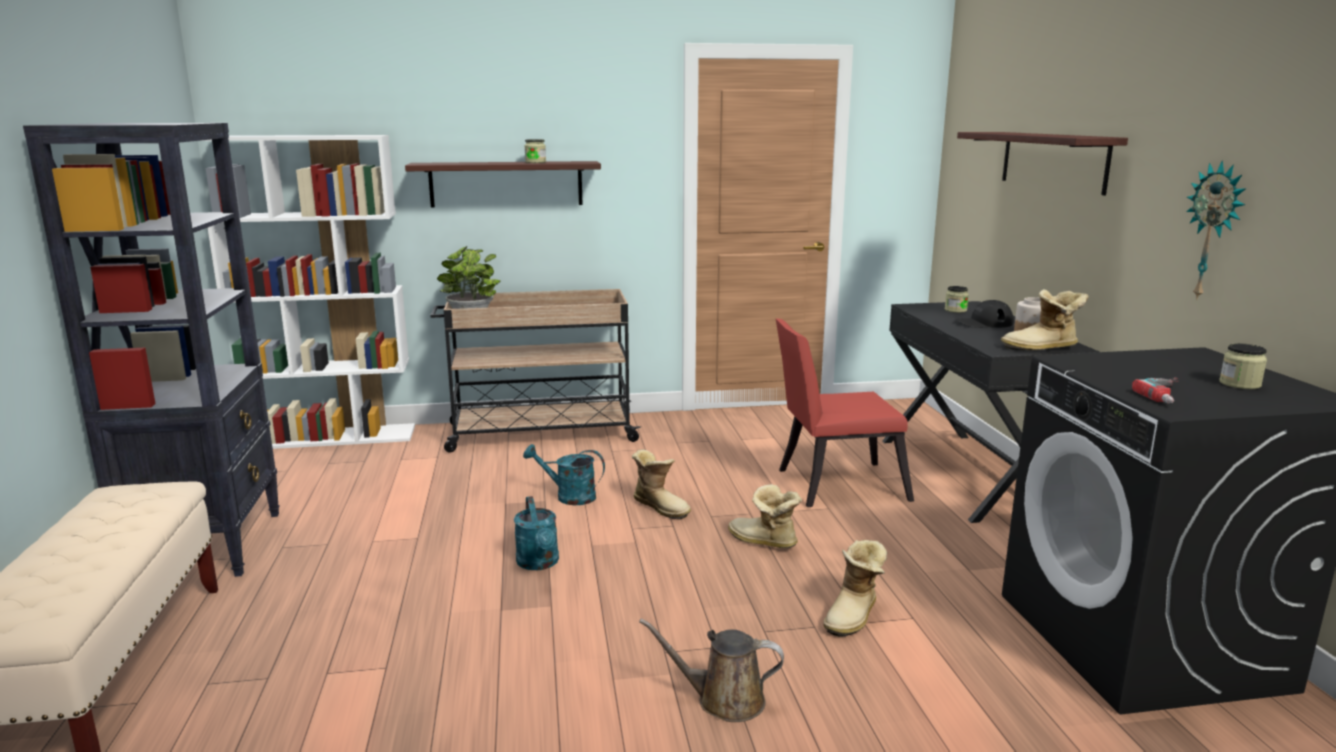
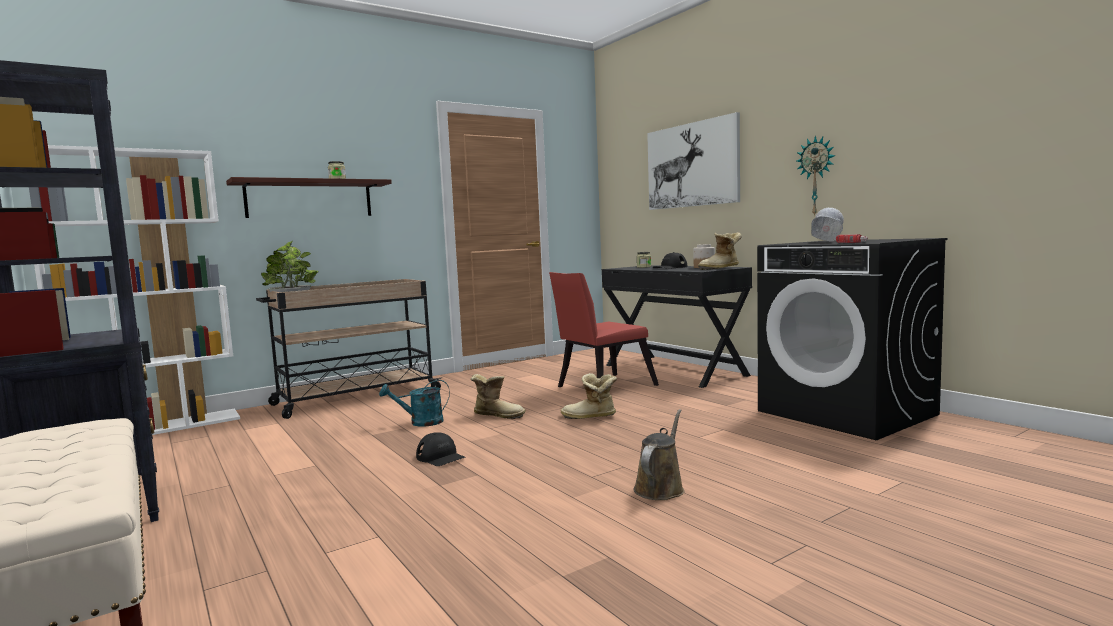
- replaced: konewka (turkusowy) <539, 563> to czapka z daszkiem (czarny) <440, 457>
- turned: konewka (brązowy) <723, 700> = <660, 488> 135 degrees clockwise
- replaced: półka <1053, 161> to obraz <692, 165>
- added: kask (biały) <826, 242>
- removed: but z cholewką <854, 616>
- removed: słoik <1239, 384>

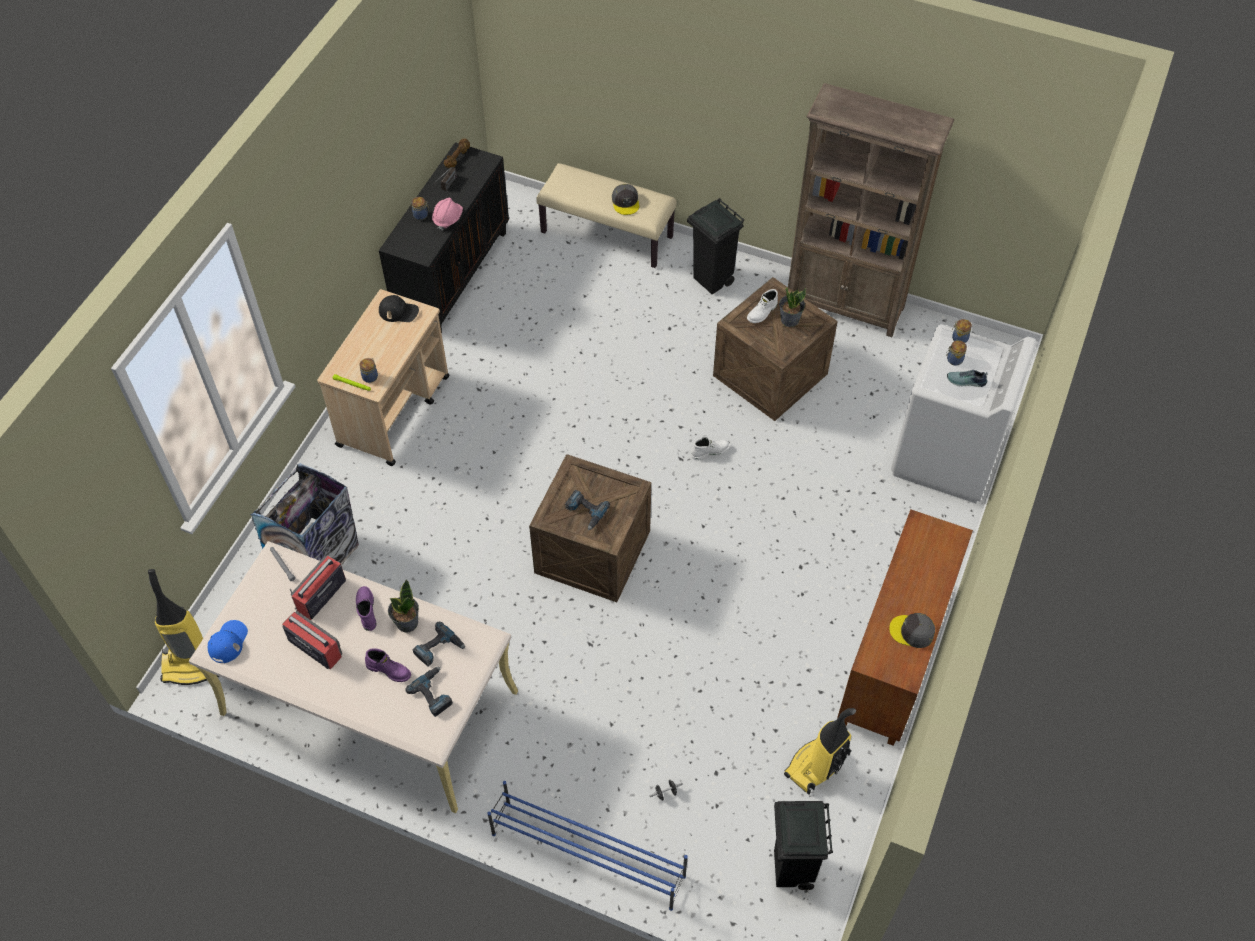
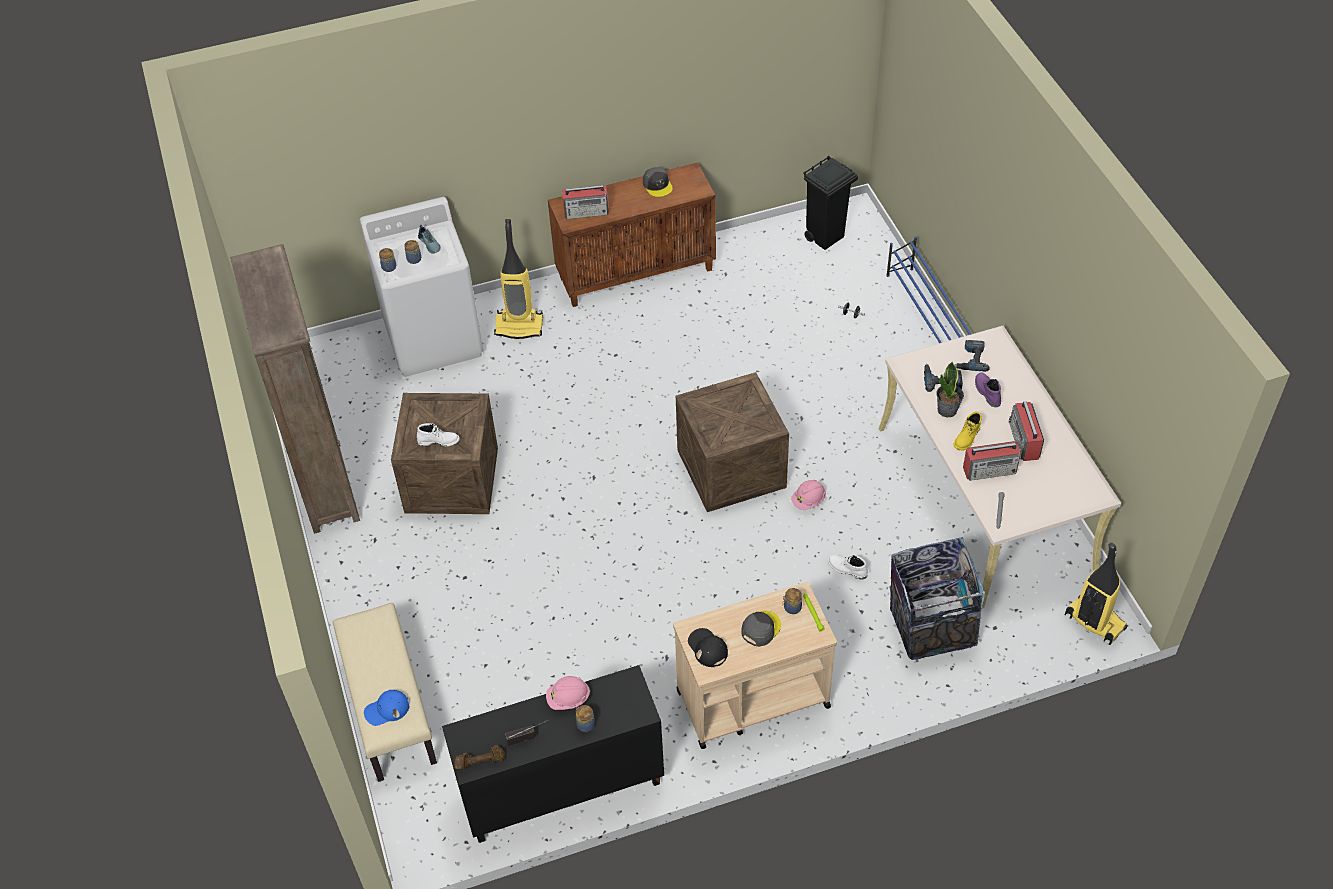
- moved: czapka z daszkiem (niebieski) <228, 642> to <387, 709>
- moved: odkurzacz <815, 767> to <520, 326>
- added: radio <587, 212>
- moved: czapka z daszkiem (szary) <625, 202> to <760, 629>
- added: kask (różowy) <808, 501>
- moved: but z cholewką (biały) <710, 451> to <847, 569>
- recoloured: but z cholewką (fioletowy) <366, 610> to but z cholewką (żółty) <967, 438>
- removed: wiertarka <585, 512>
- removed: kosz na śmieci (czarny) <712, 280>
- removed: roślina doniczkowa <789, 319>

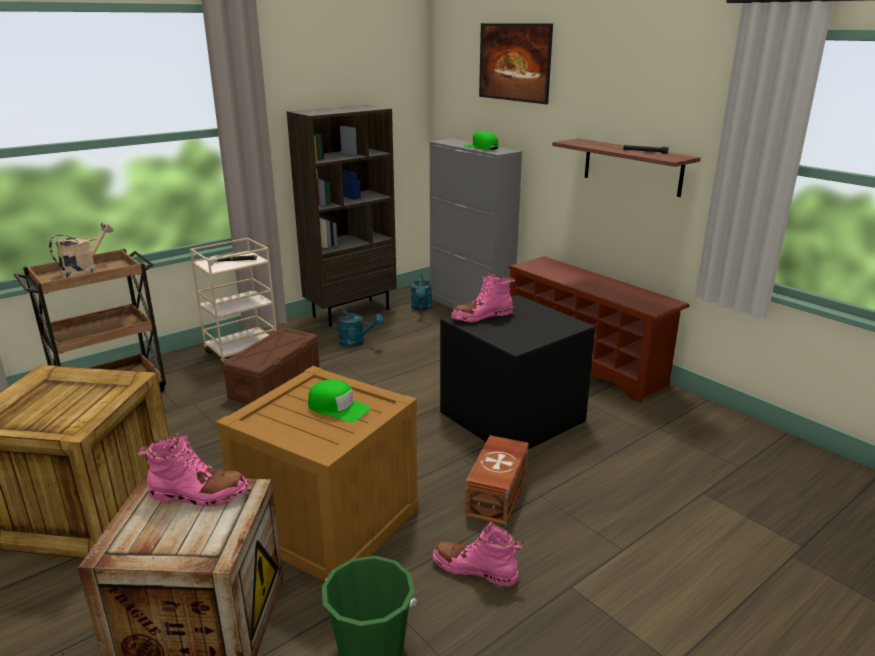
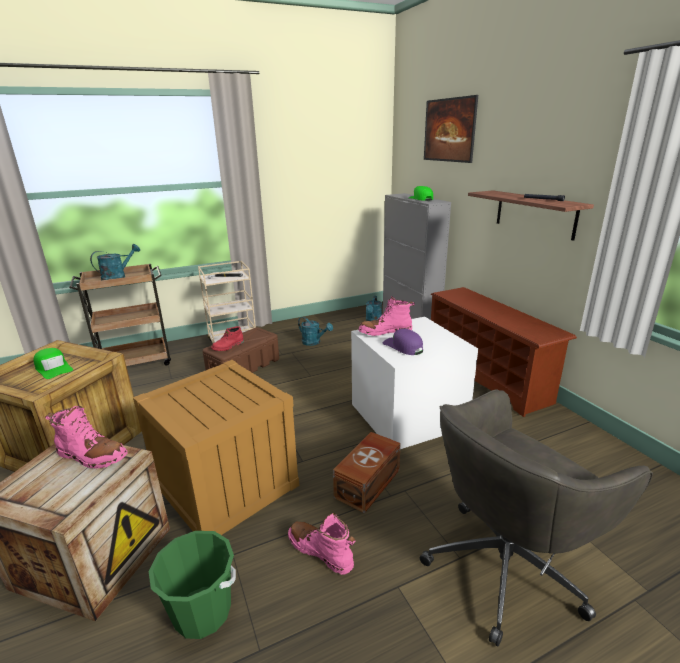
- moved: czapka z daszkiem (zielony) <337, 408> to <53, 368>
- recoloured: konewka (beżowy) <84, 271> to konewka (turkusowy) <118, 277>
- added: but z cholewką (czerwony) <228, 346>
- recoloured: pojemnik do przechowywania (czarny) <512, 417> to pojemnik do przechowywania (biały) <407, 416>
- added: czapka z daszkiem (fioletowy) <403, 347>
- added: krzesło biurowe (szary) <507, 565>
- removed: regał (brązowy) <351, 312>

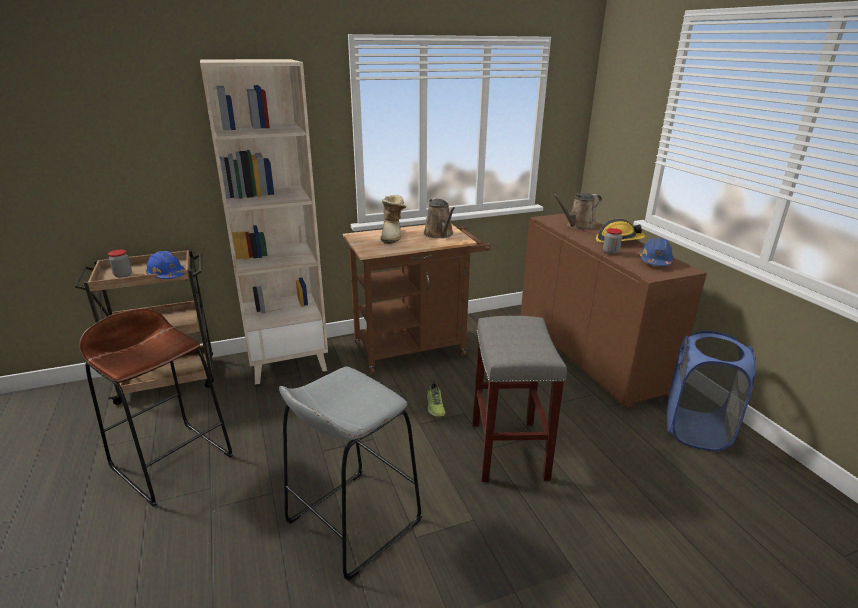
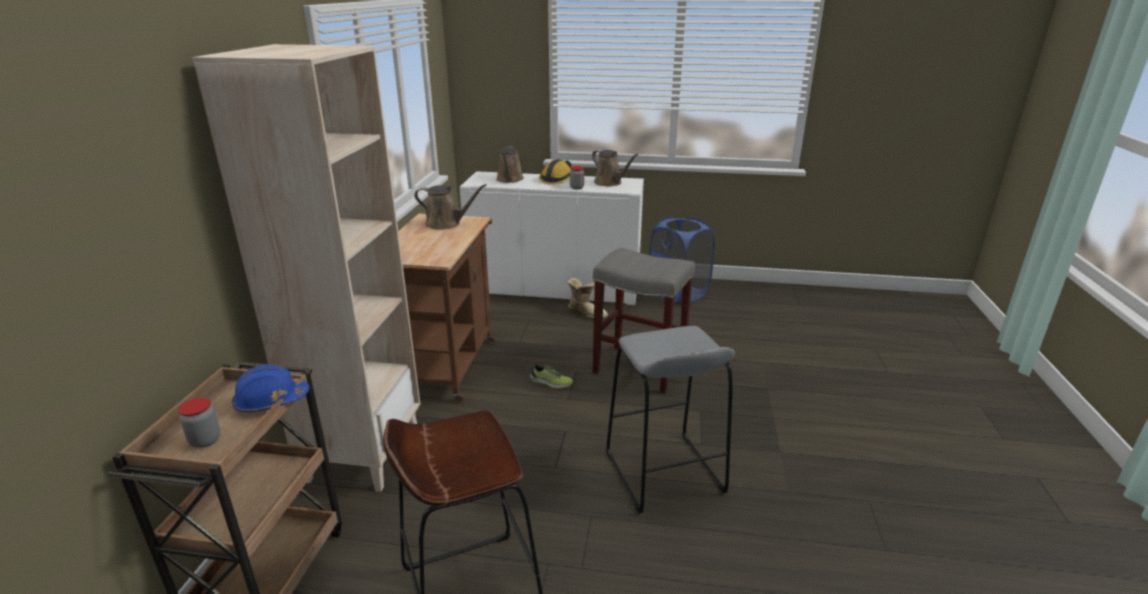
- recoloured: szafka (brązowy) <588, 352> to szafka (biały) <555, 288>
- moved: but z cholewką <393, 236> to <587, 313>
- replaced: kask (niebieski) <655, 261> to konewka (brązowy) <610, 183>

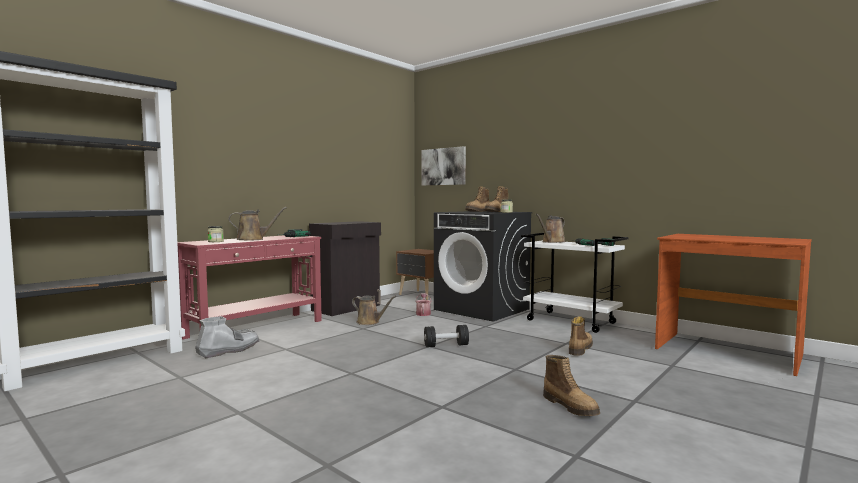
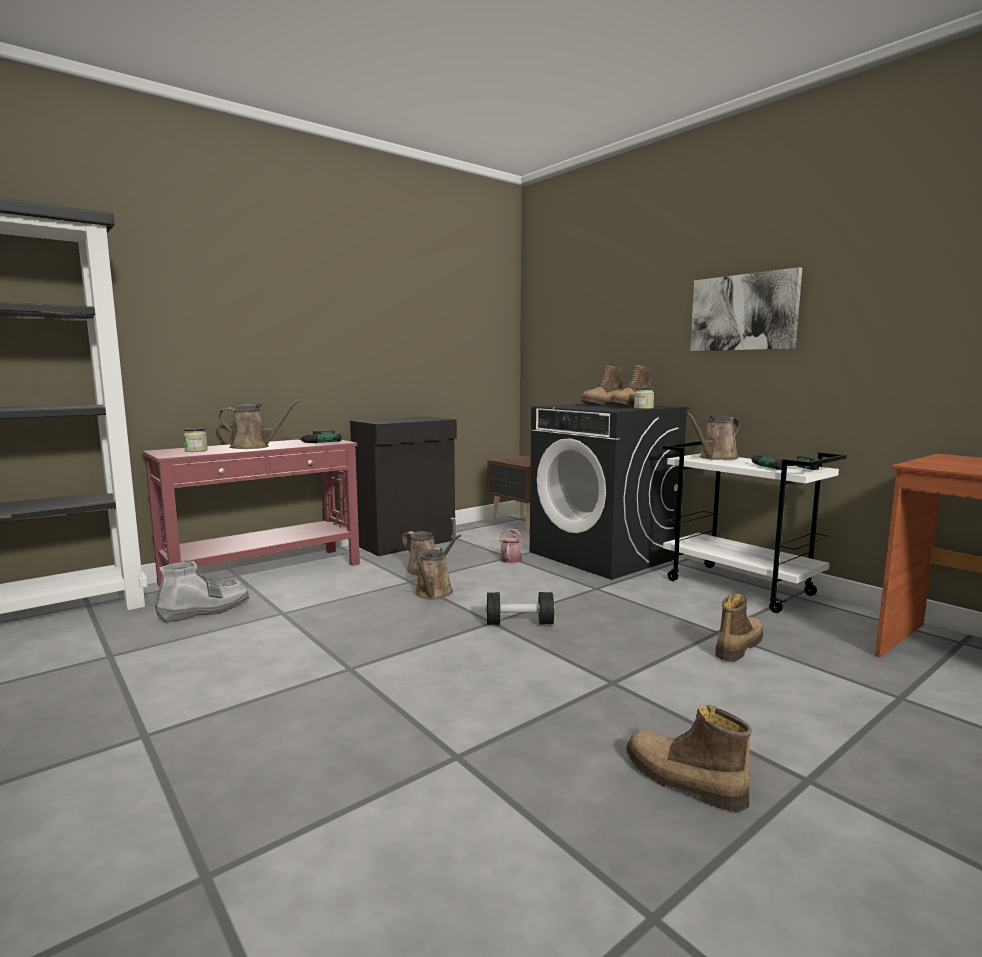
- added: konewka (brązowy) <432, 594>
- turned: but z cholewką <571, 406> = <682, 781> 150 degrees clockwise
- moved: obraz <443, 166> to <743, 312>

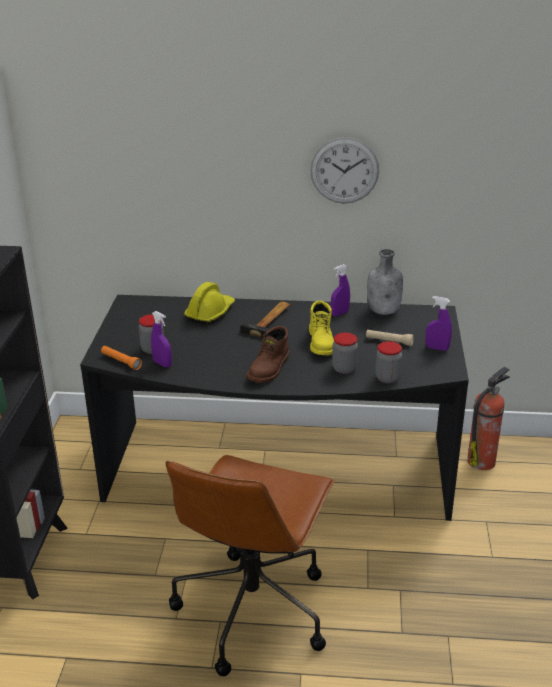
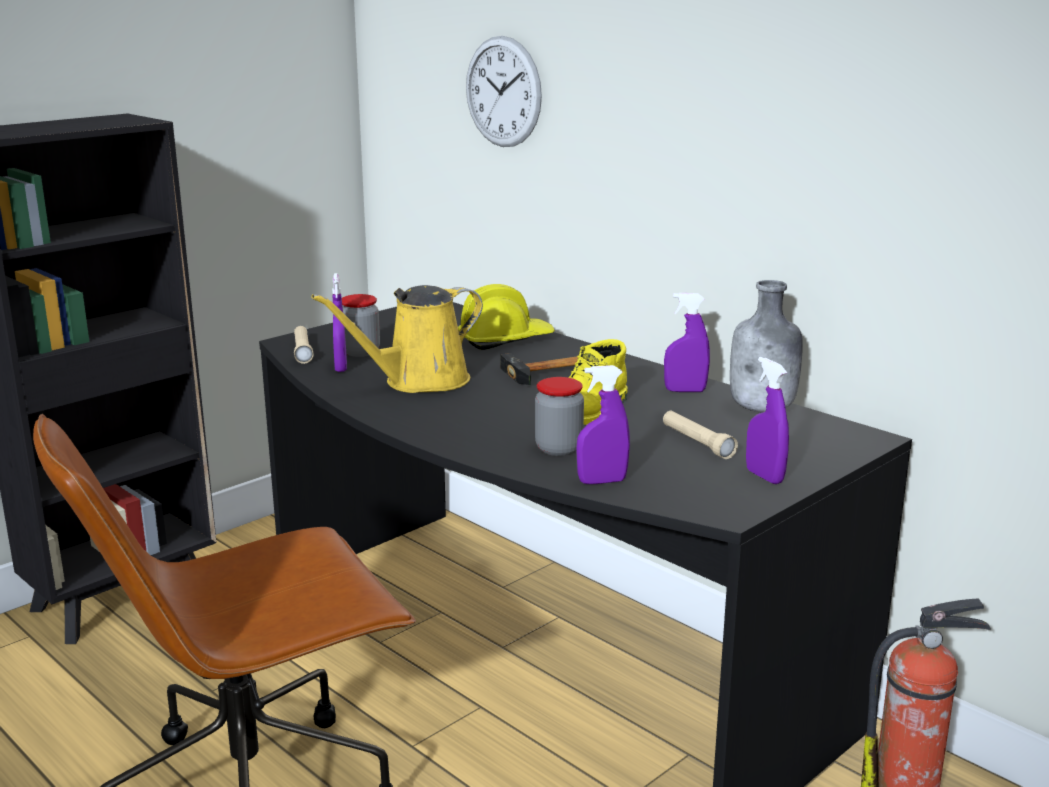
- recoloured: latarka (pomarańczowy) <121, 361> to latarka (beżowy) <302, 351>
- added: konewka (żółty) <419, 382>
- moved: zegar ścienny <344, 170> to <503, 92>
- replaced: słoik <387, 378> to spryskiwacz (fioletowy) <602, 481>
- removed: but z cholewką (brązowy) <269, 369>

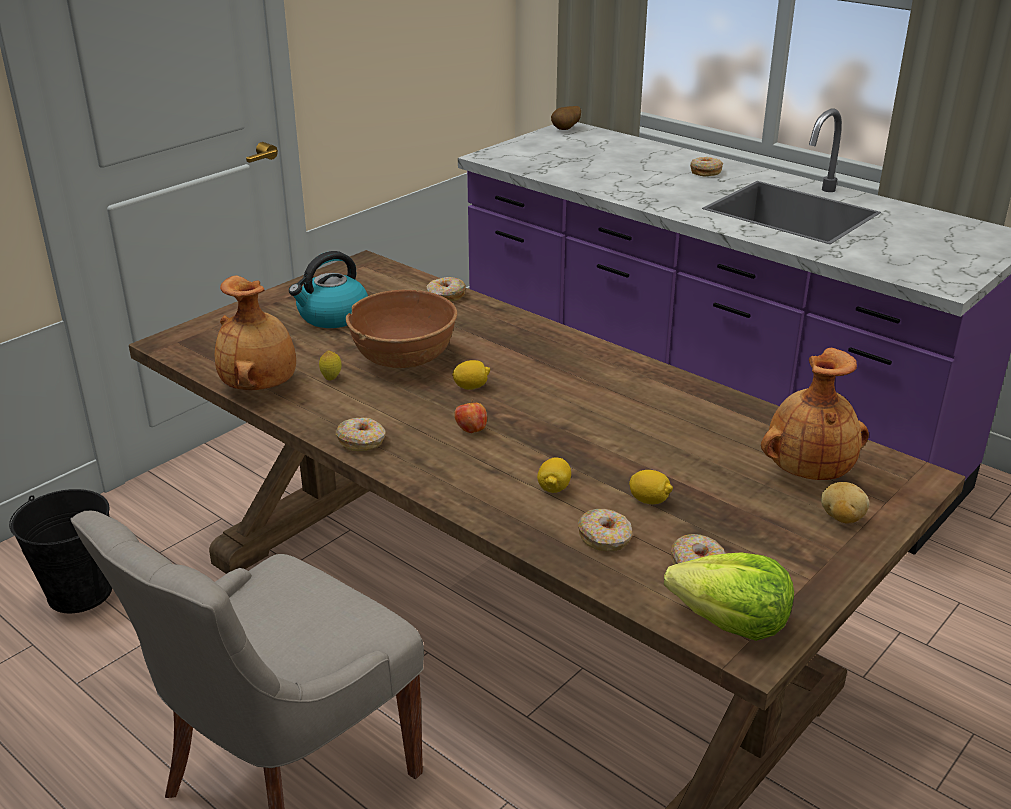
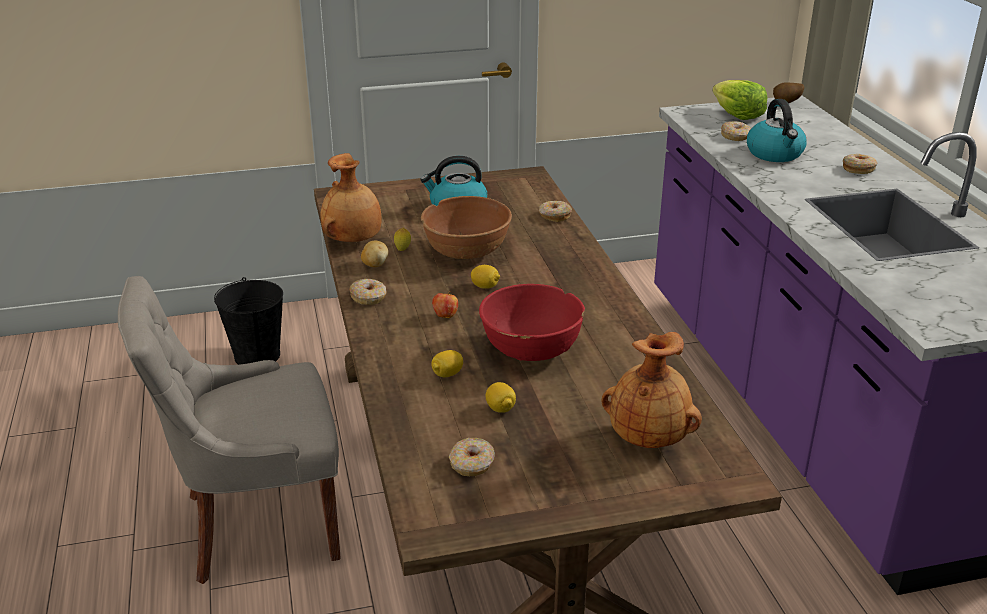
- moved: ziemniak <841, 518> to <375, 265>
- added: miska (czerwony) <531, 349>
- moved: sałata <731, 622> to <737, 115>
- moved: donut <605, 538> to <735, 136>
- added: czajnik <775, 154>

